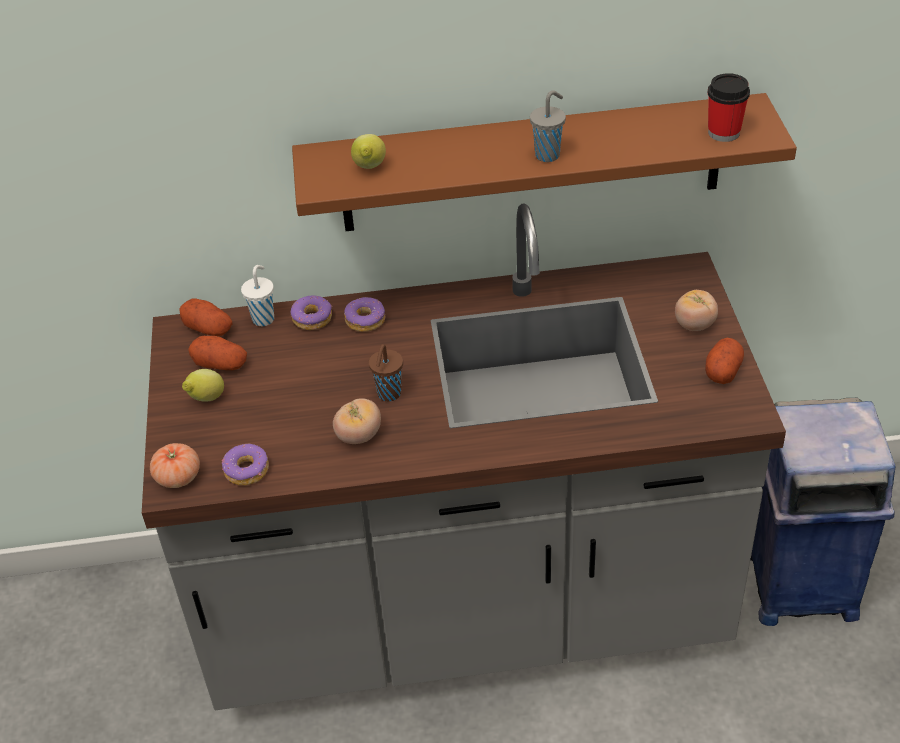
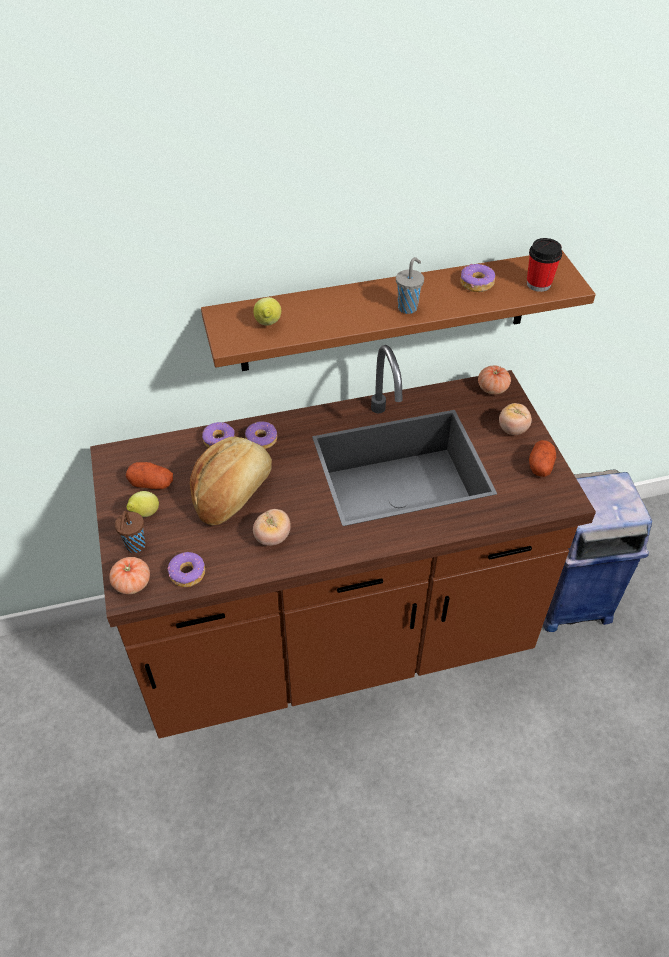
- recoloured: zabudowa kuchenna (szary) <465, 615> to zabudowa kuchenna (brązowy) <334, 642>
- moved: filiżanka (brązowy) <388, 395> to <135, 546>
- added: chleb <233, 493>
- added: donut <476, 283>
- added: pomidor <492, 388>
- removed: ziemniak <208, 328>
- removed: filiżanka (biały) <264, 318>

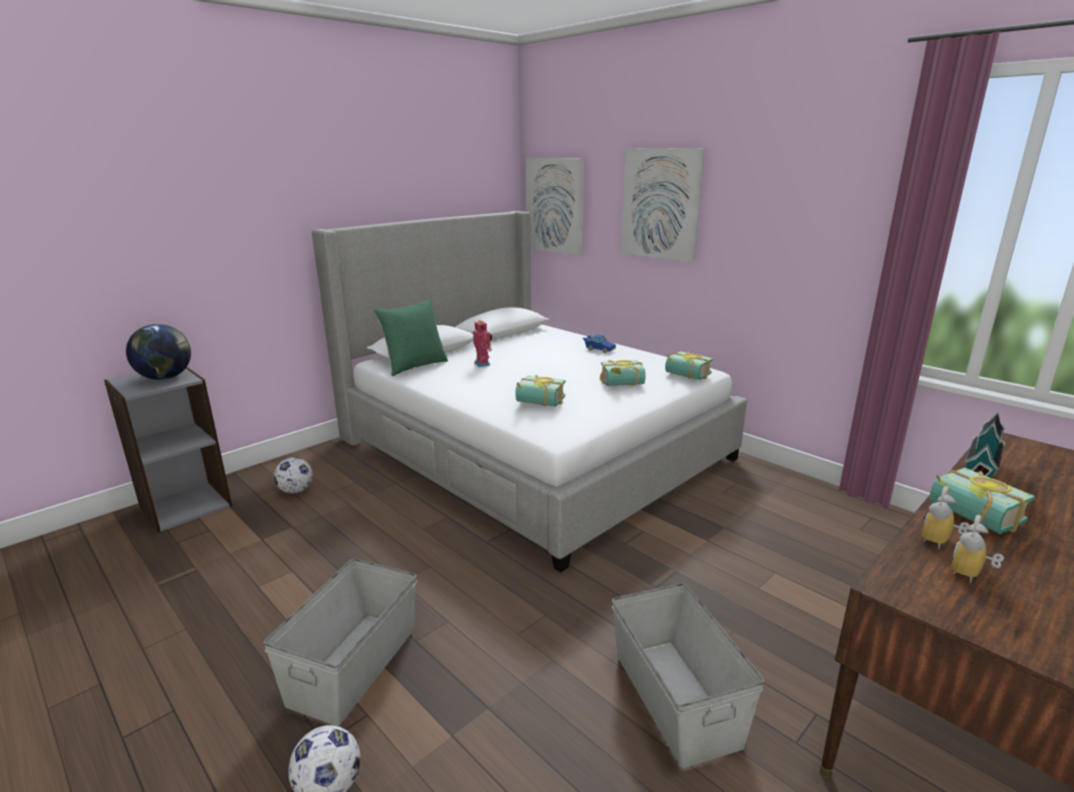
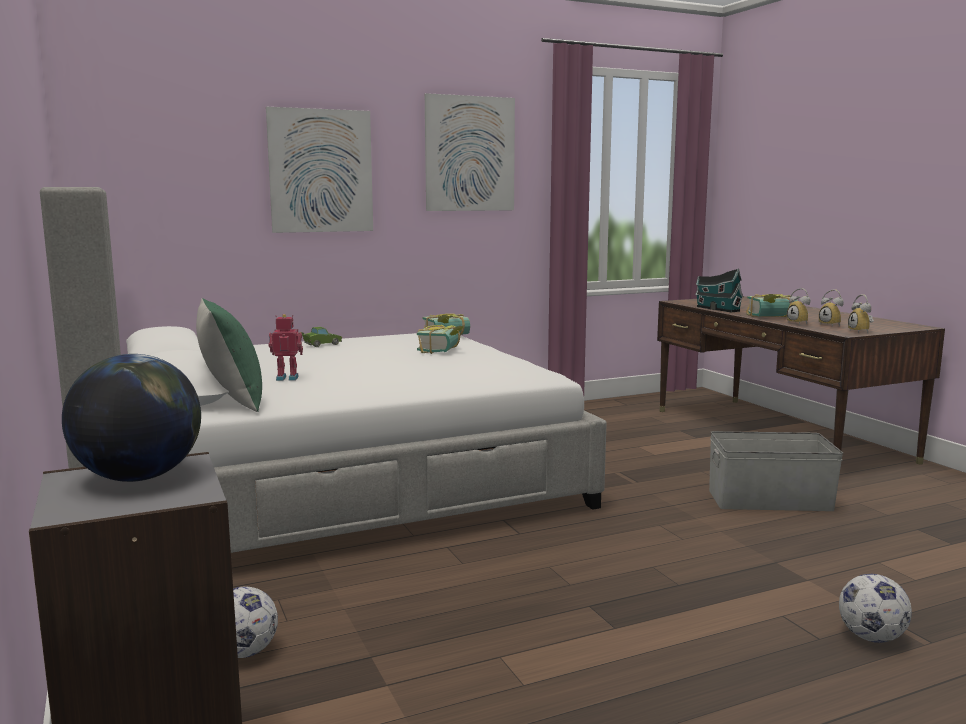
- recoloured: samochodzik (niebieski) <598, 349> to samochodzik (zielony) <320, 345>
- moved: obraz <554, 205> to <470, 154>
- added: budzik <862, 332>
- removed: pojemnik do przechowywania (szary) <353, 665>
- removed: książka <538, 403>

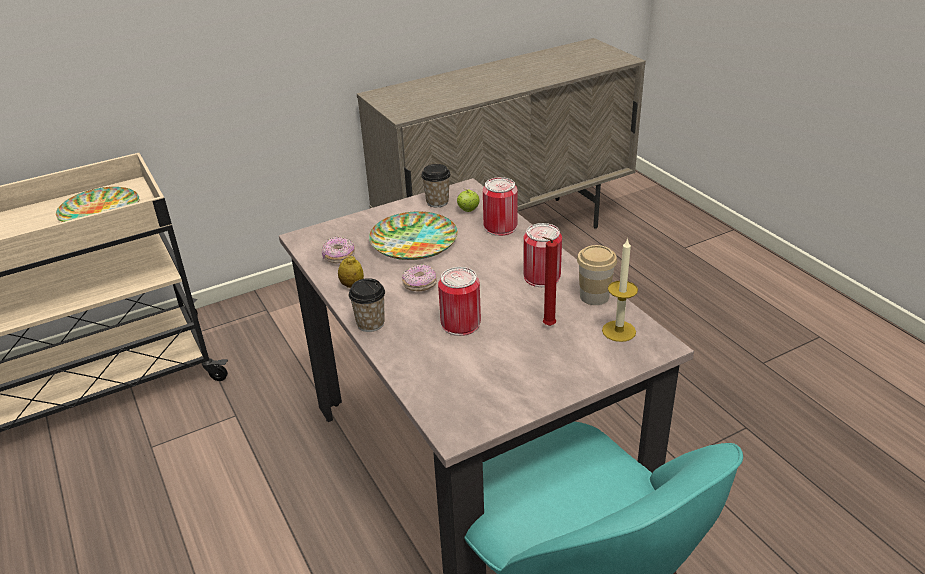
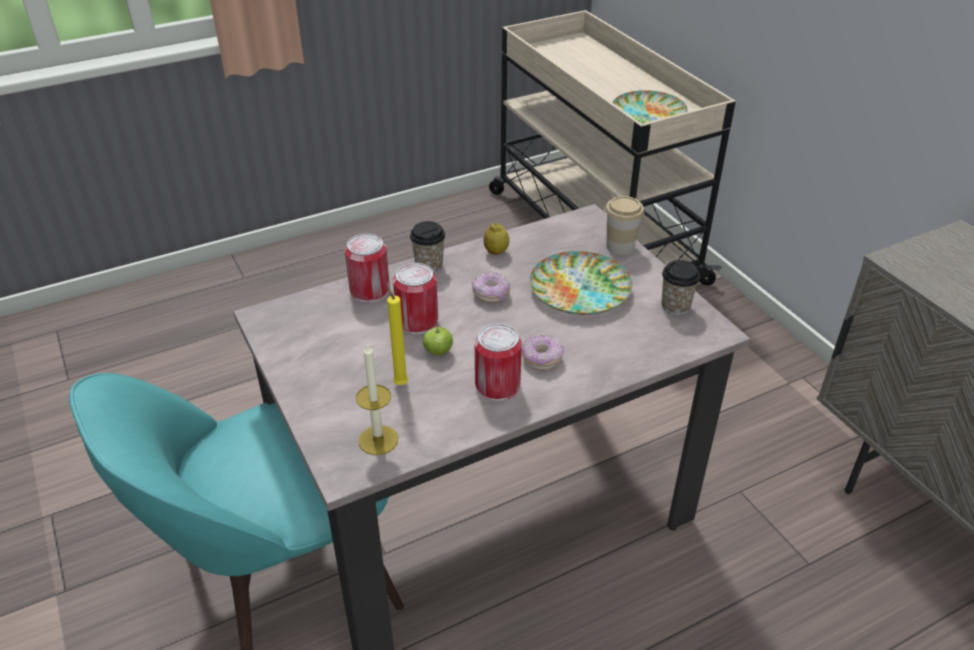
- moved: puszka <500, 227> to <370, 290>
- recoloured: świeca (czerwony) <547, 326> to świeca (żółty) <400, 383>
- moved: jabłko <468, 210> to <438, 352>
- moved: donut <339, 257> to <542, 359>
- moved: filiżanka <594, 296> to <620, 246>

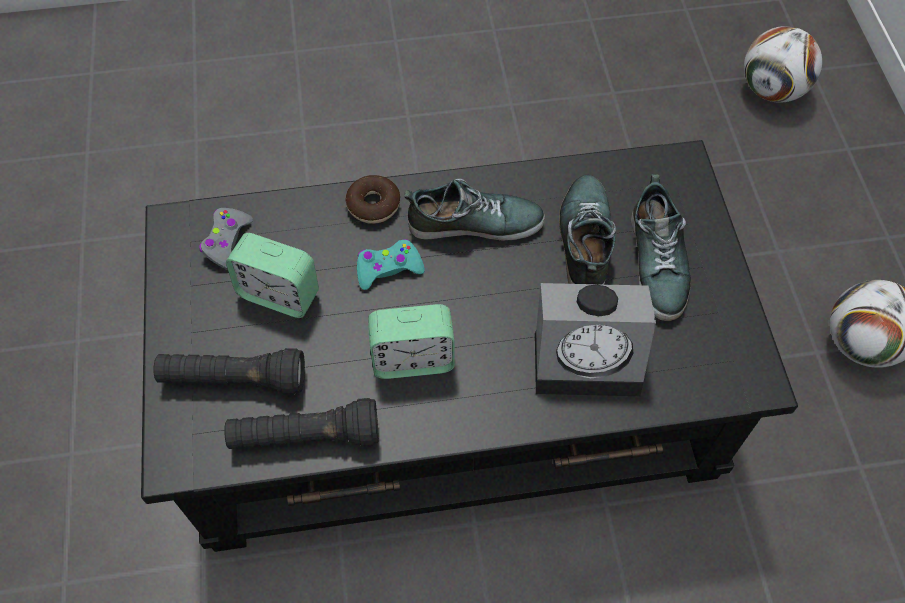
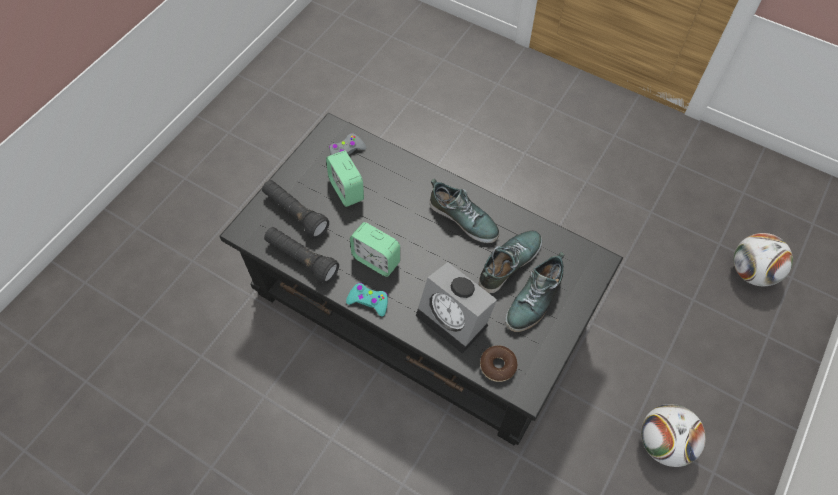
- moved: pad do gier (turkusowy) <388, 268> to <368, 301>
- moved: donut <373, 204> to <498, 366>

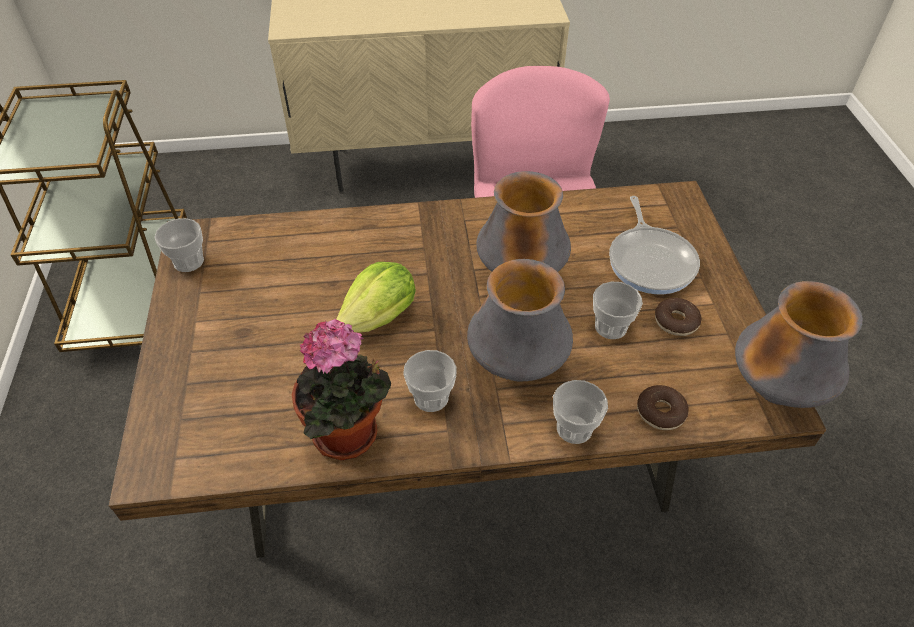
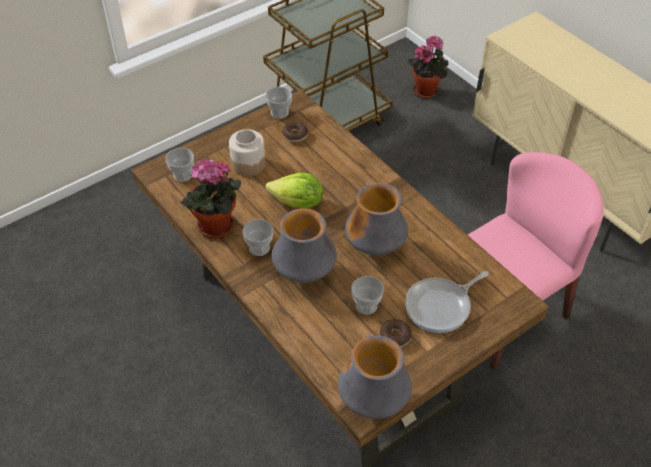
- moved: filiżanka <574, 428> to <182, 175>
- added: słoik <248, 164>
- moved: donut <660, 412> to <295, 135>
- added: roślina doniczkowa <426, 90>

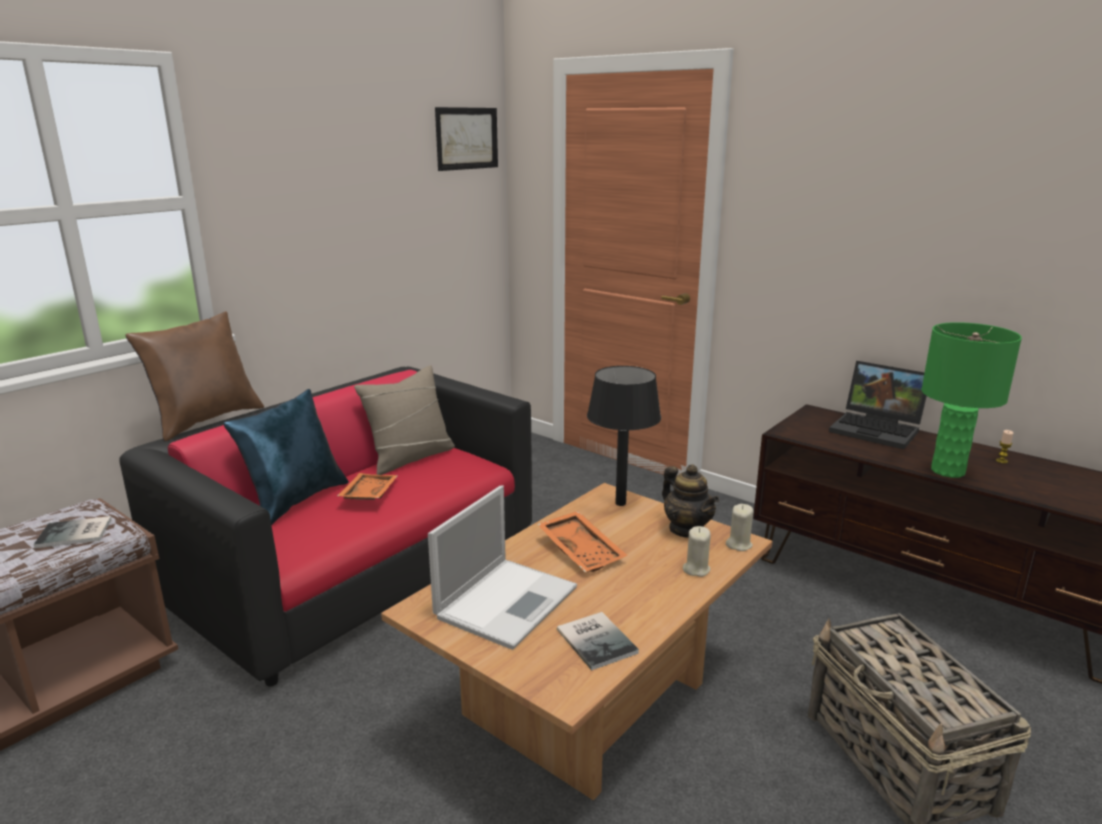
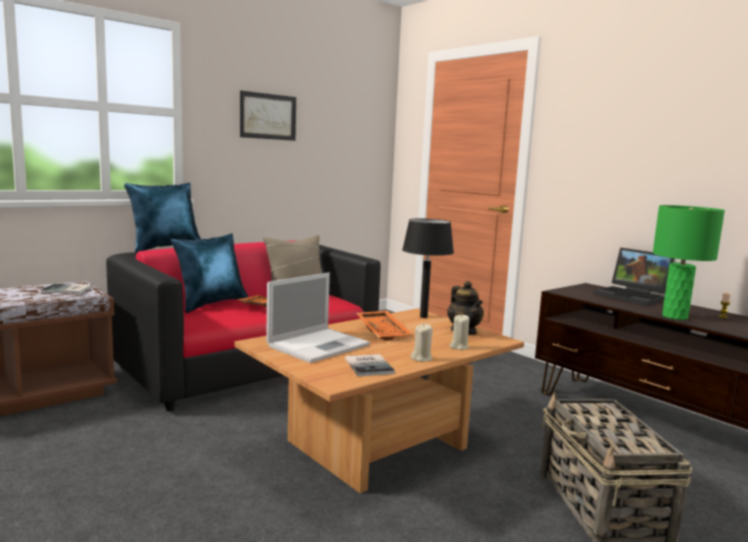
- recoloured: poduszka (brązowy) <206, 420> to poduszka (niebieski) <165, 248>
- moved: obraz <467, 138> to <268, 116>
- moved: świeca (beżowy) <738, 544> to <421, 358>

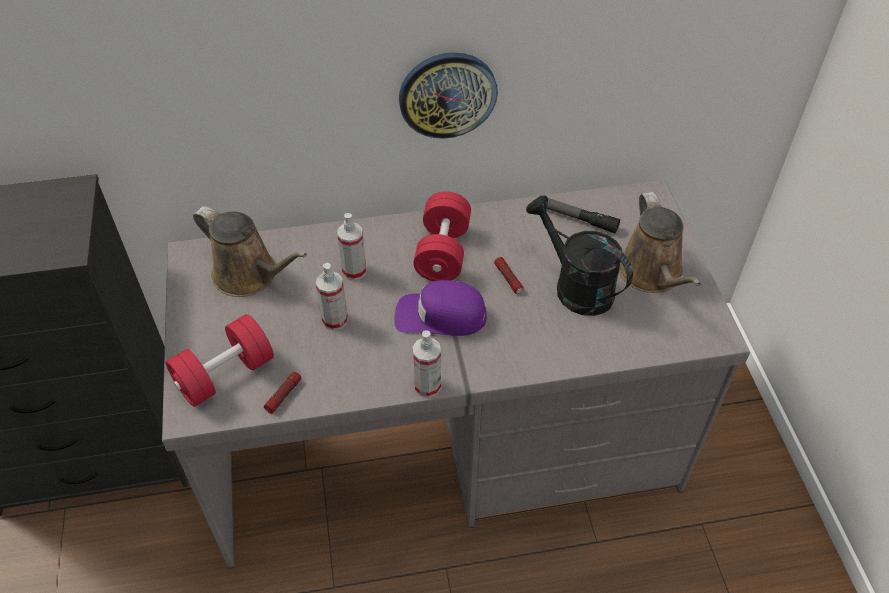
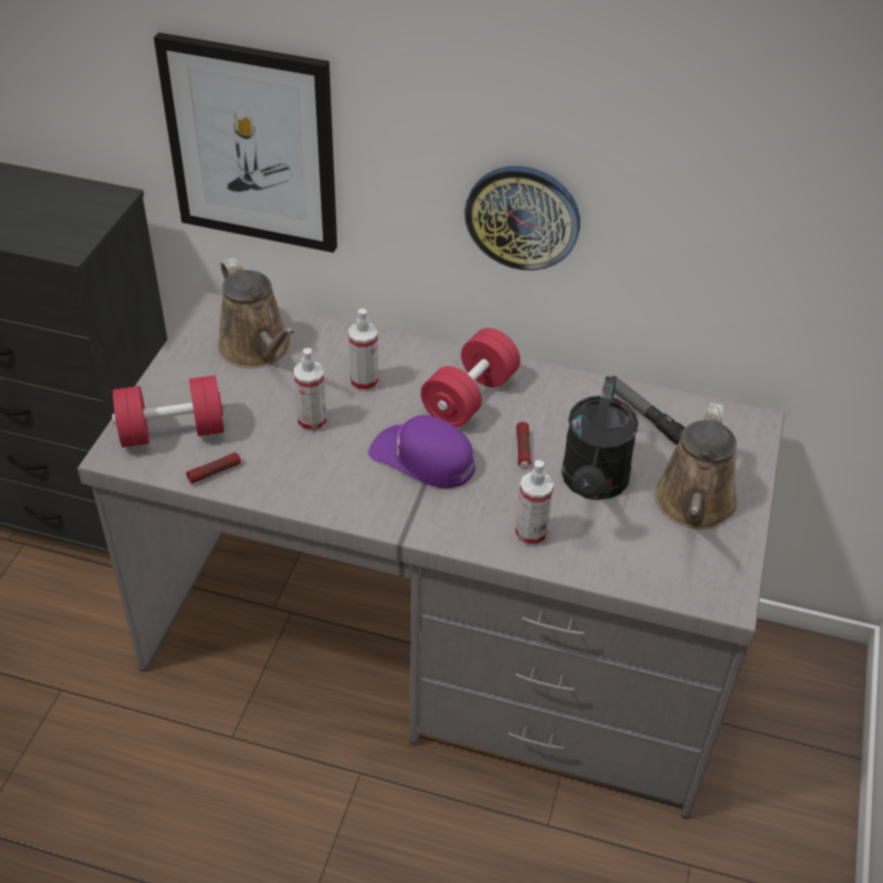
- added: obraz <252, 144>
- moved: spryskiwacz <427, 386> to <531, 534>
- turned: konewka (czarny) <575, 286> = <593, 484> 150 degrees counterclockwise

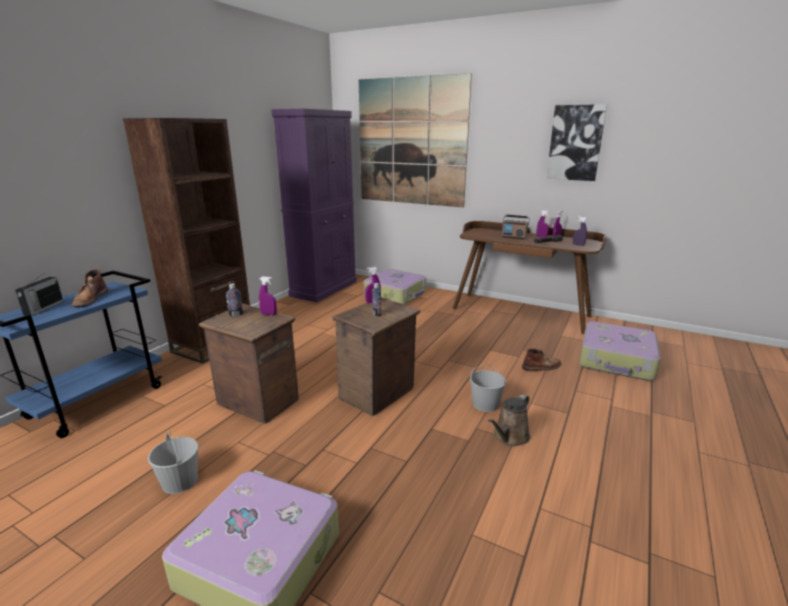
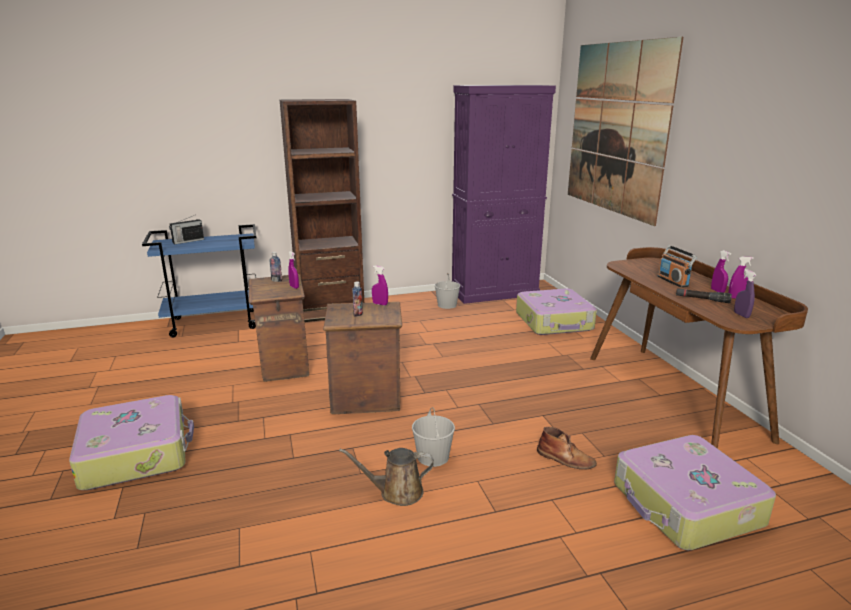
- moved: wiadro (biały) <179, 481> to <447, 305>
- removed: but z cholewką (brązowy) <90, 299>
- removed: obraz <575, 143>

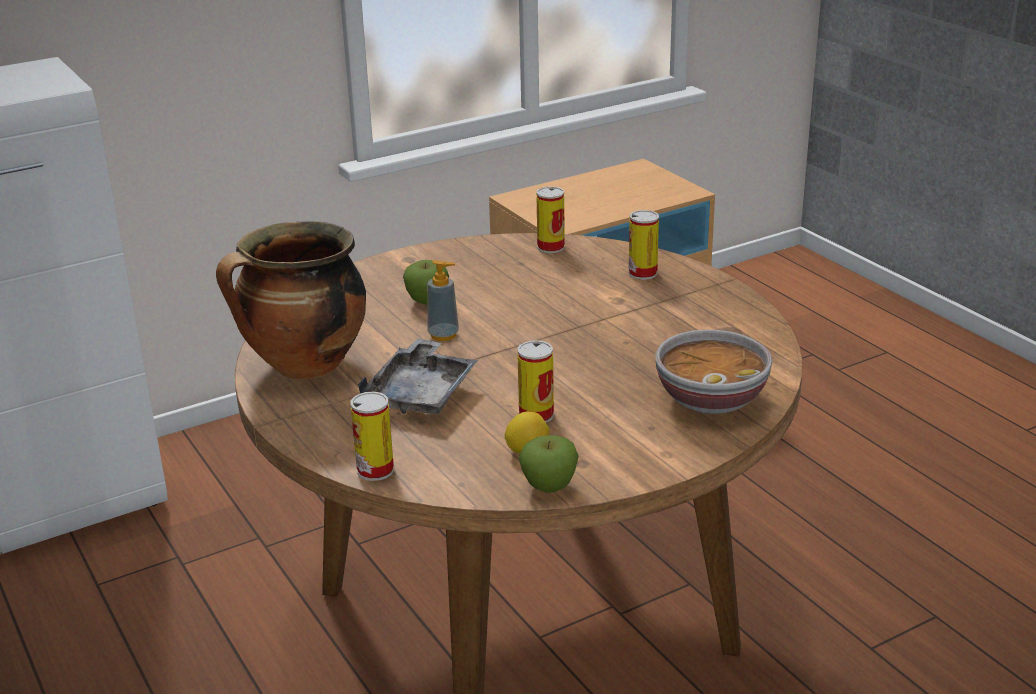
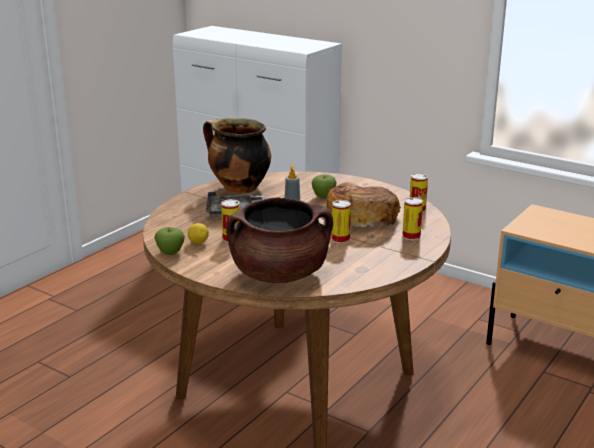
- replaced: miska <710, 398> to garnek (brązowy) <279, 274>
- added: chleb <360, 218>
- moved: puszka <375, 470> to <340, 239>

